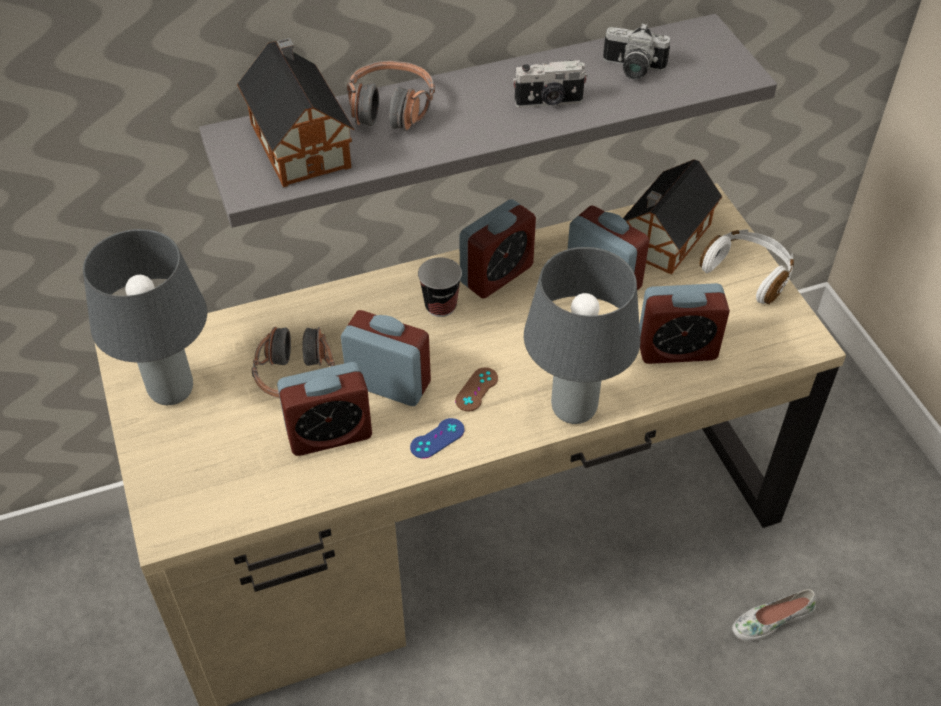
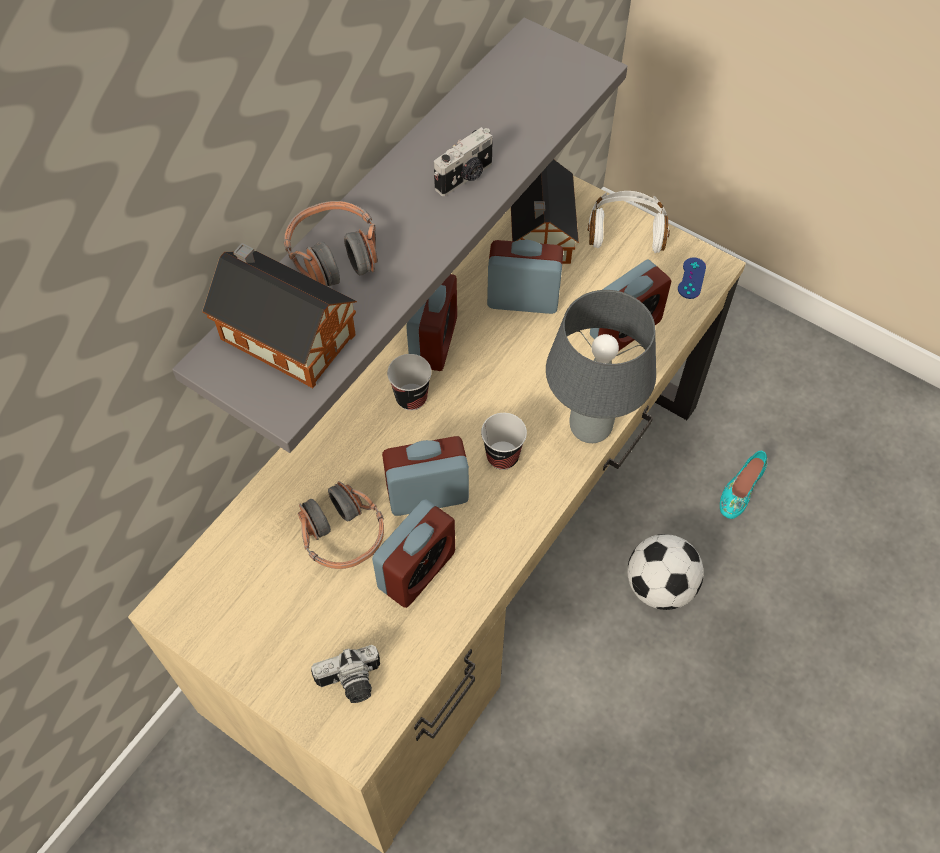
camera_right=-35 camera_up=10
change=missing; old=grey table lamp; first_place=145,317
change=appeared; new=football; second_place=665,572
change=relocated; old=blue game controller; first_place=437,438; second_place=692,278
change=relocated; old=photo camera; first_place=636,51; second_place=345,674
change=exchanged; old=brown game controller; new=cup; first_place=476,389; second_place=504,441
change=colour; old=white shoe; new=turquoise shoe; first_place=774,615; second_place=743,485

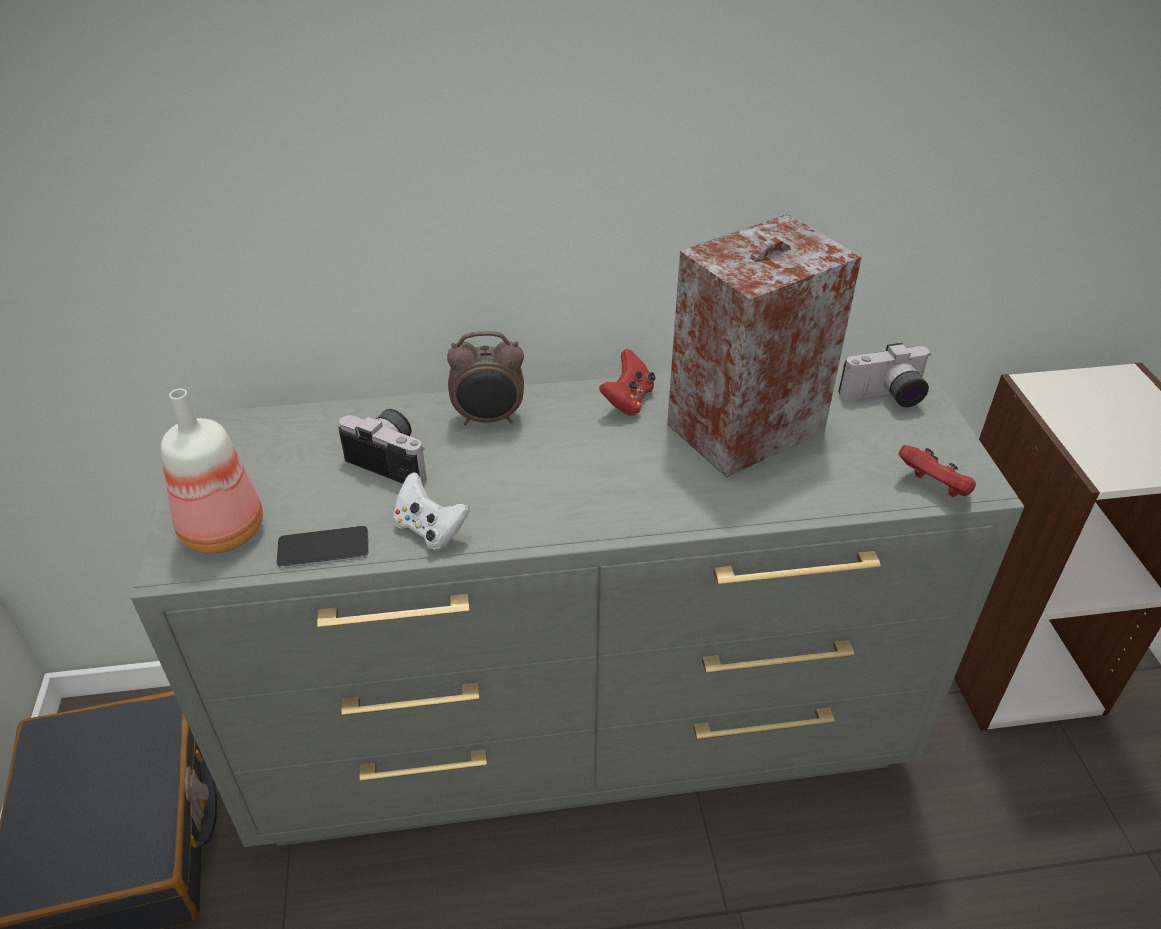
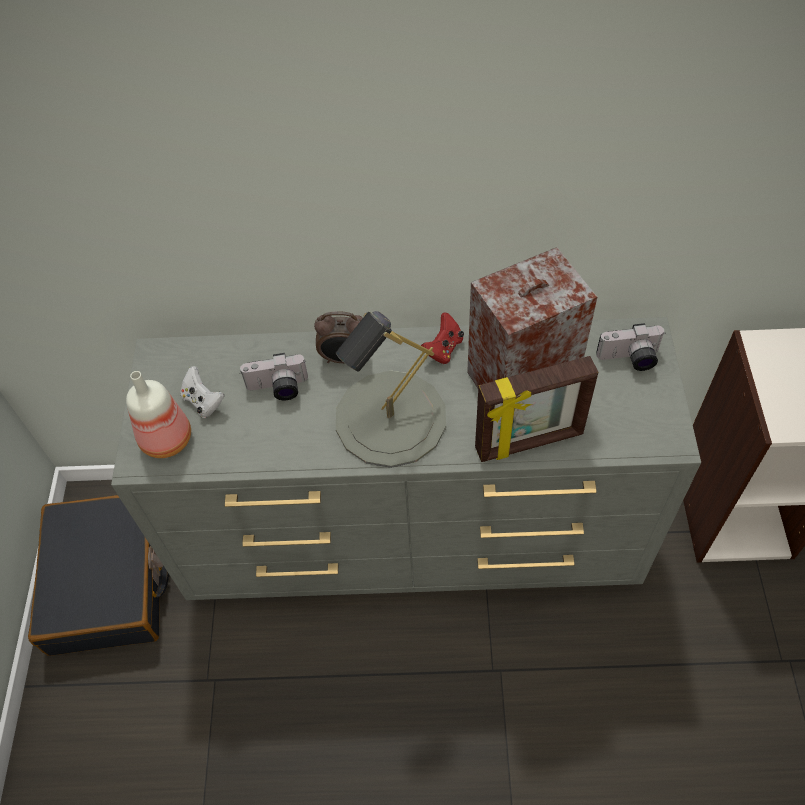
camera_right=10 camera_up=15
change=missing; old=phone; first_place=322,547
change=missing; old=red game controller; first_place=937,471
change=appeared; new=grey table lamp; second_place=391,389
change=appeared; new=picture frame; second_place=536,409
change=relocated; old=white game controller; first_place=431,511; second_place=202,392
change=spun; old=photo camera; first_place=382,446; second_place=274,377; degrees=135

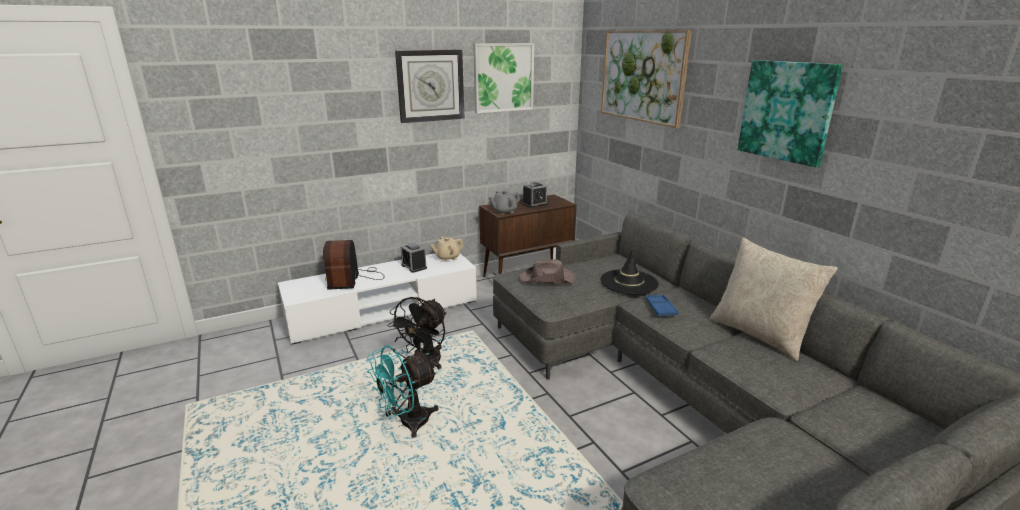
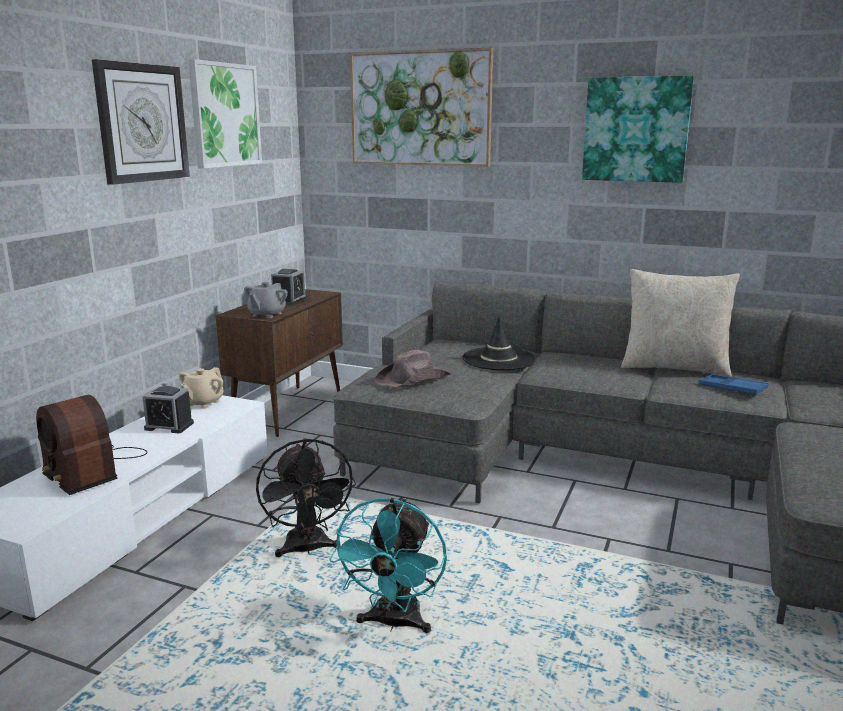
camera_right=-40 camera_up=-5
change=relocated; old=blue tray; first_place=662,305; second_place=733,384

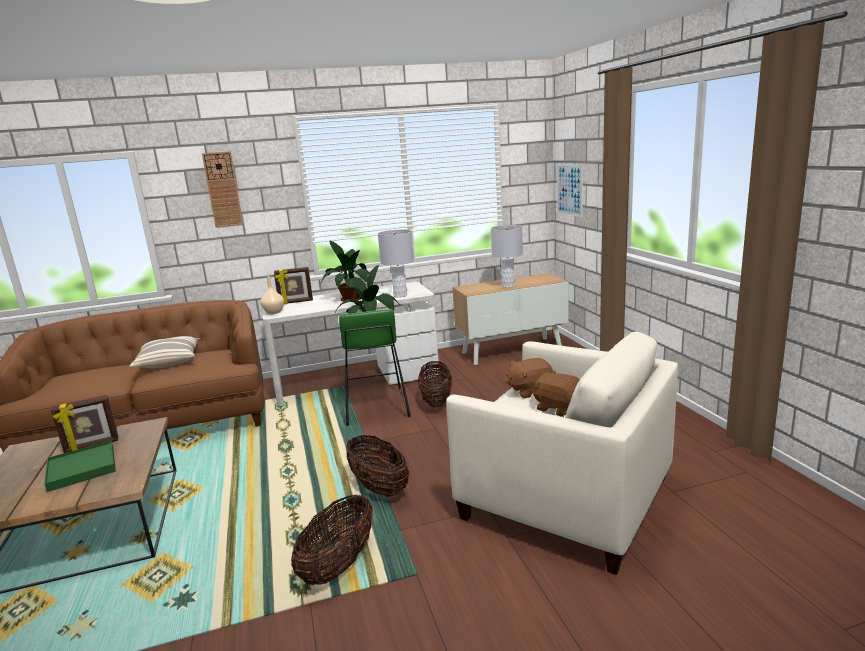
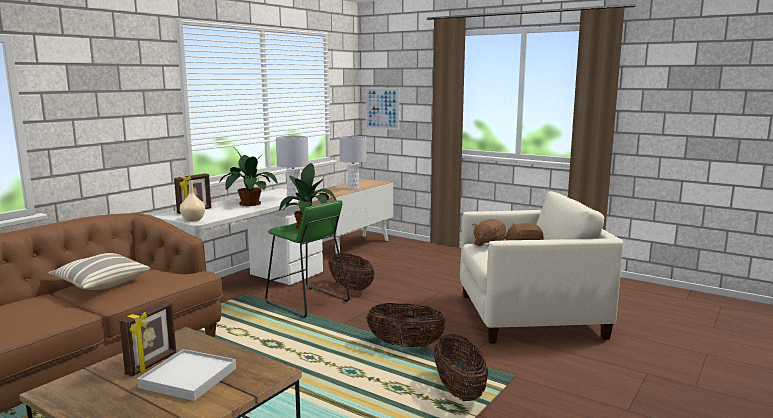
camera_right=-40 camera_up=-5
change=missing; old=wall clock; first_place=222,189
change=colour; old=green tray; new=white tray; first_place=80,466; second_place=186,375

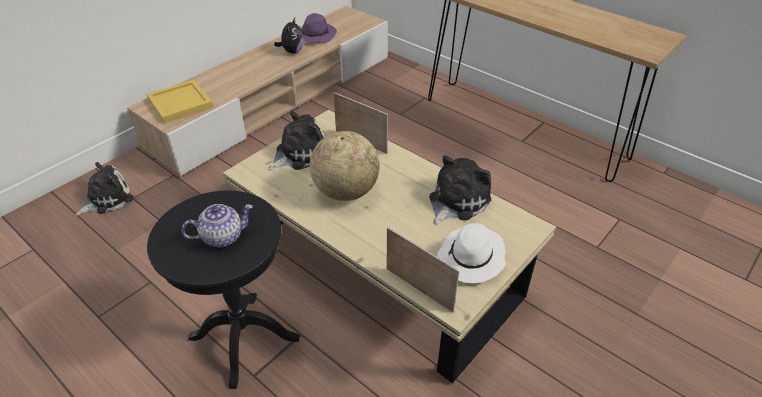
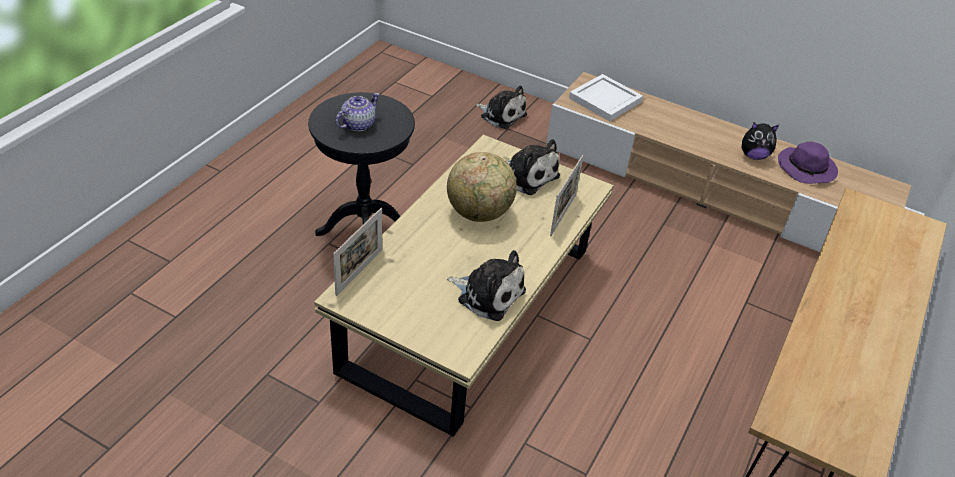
camera_right=75 camera_up=0
change=missing; old=white hat; first_place=471,253
change=colour; old=yellow tray; new=white tray; first_place=179,102; second_place=606,97
change=spun; old=teapot; first_place=217,226; second_place=357,112; degrees=-105

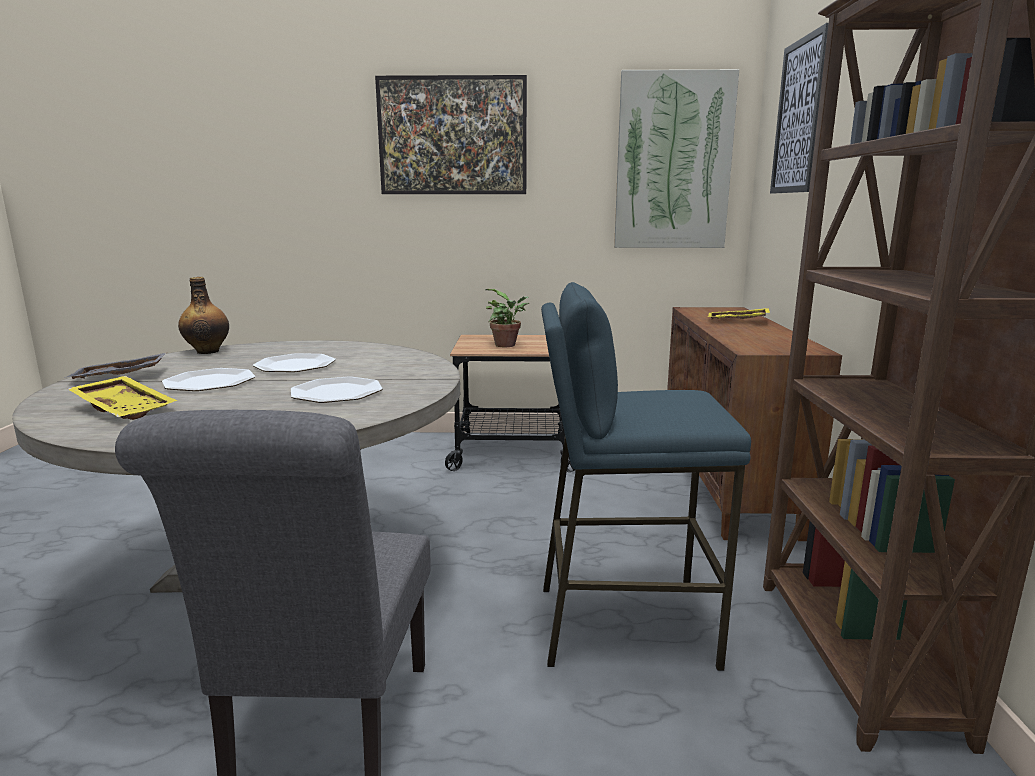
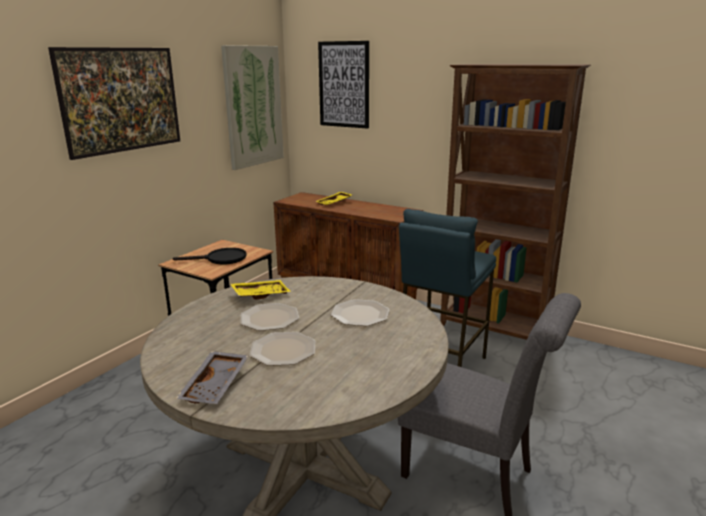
camera_right=-60 camera_up=5
change=missing; old=bottle; first_place=203,315
change=relocated; old=yellow tray; first_place=122,398; second_place=261,289
change=exchanged; old=potted plant; new=black frying pan; first_place=507,318; second_place=210,256

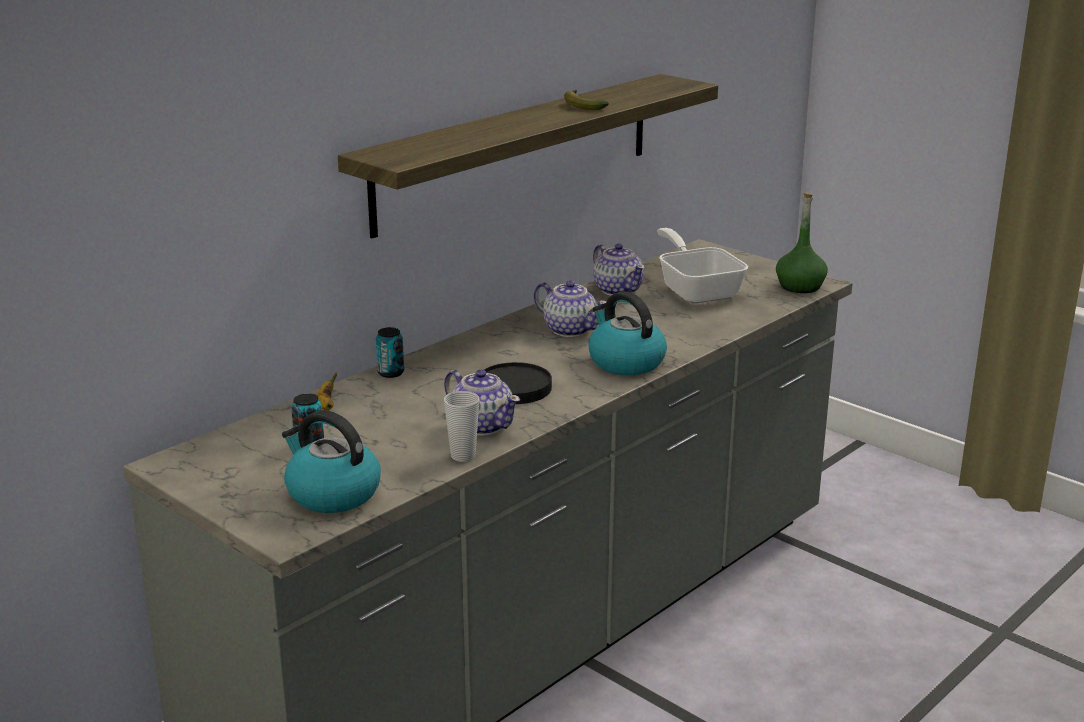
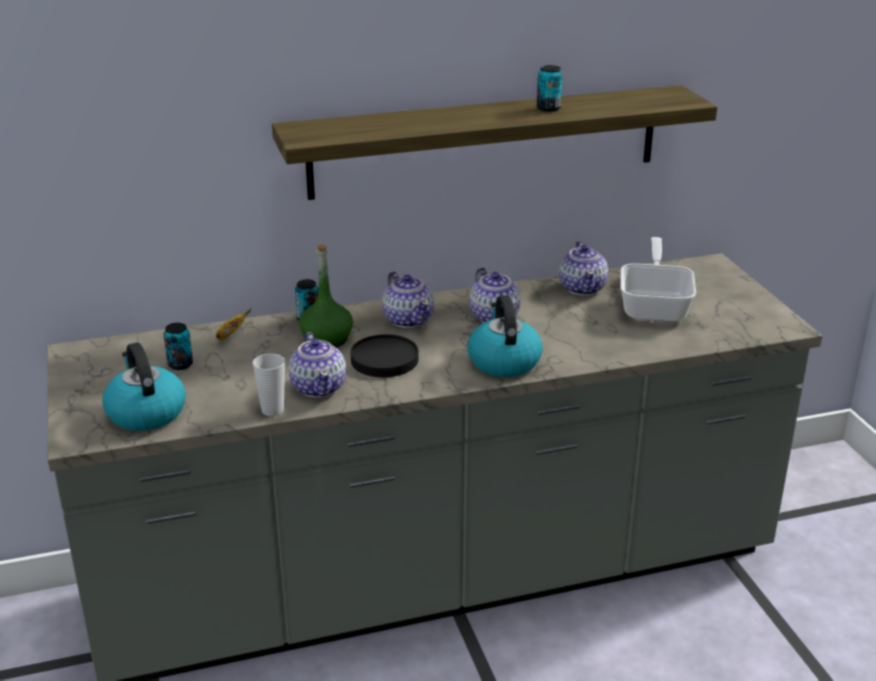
camera_right=30 camera_up=5
change=appeared; new=teapot; second_place=408,300
change=relocated; old=green bottle; first_place=802,242; second_place=326,295
change=exchanged; old=banana; new=can; first_place=586,100; second_place=550,88

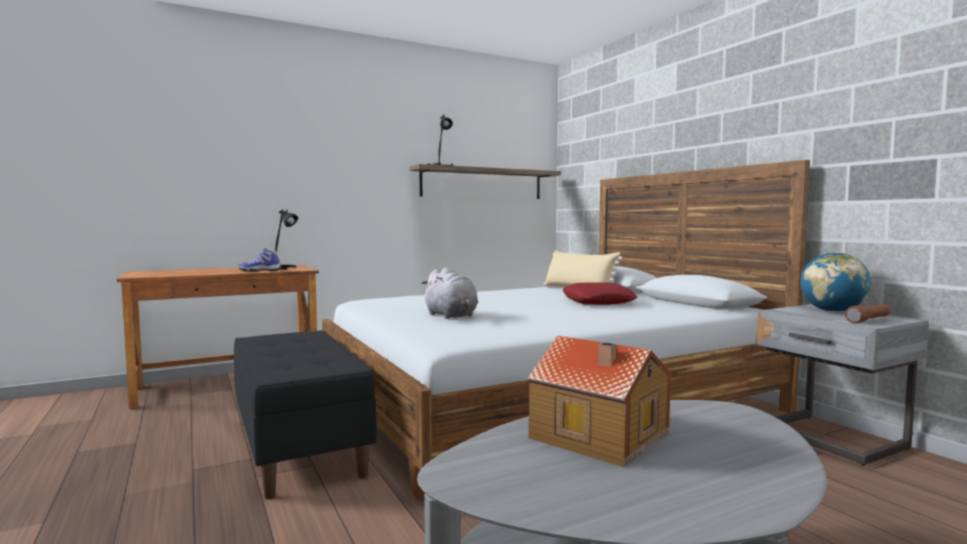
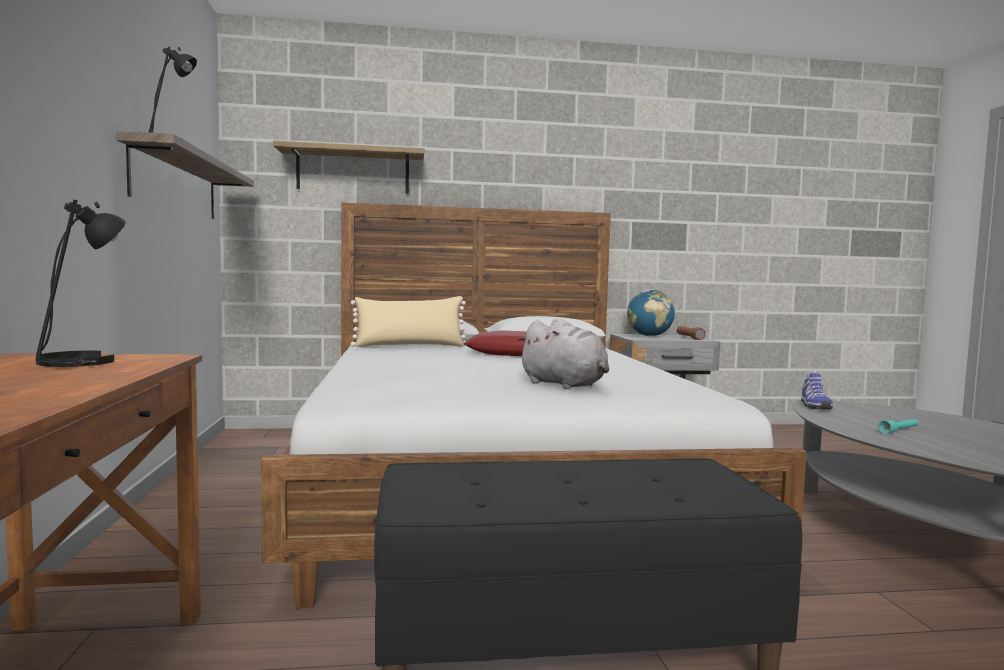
camera_right=-70 camera_up=0
change=appeared; new=shelf; second_place=348,167
change=relocated; old=shoe; first_place=260,260; second_place=817,391
change=exchanged; old=toy house; new=turquoise flashlight; first_place=600,401; second_place=898,426
change=spun; old=grey plush toy; first_place=450,293; second_place=563,353; degrees=60

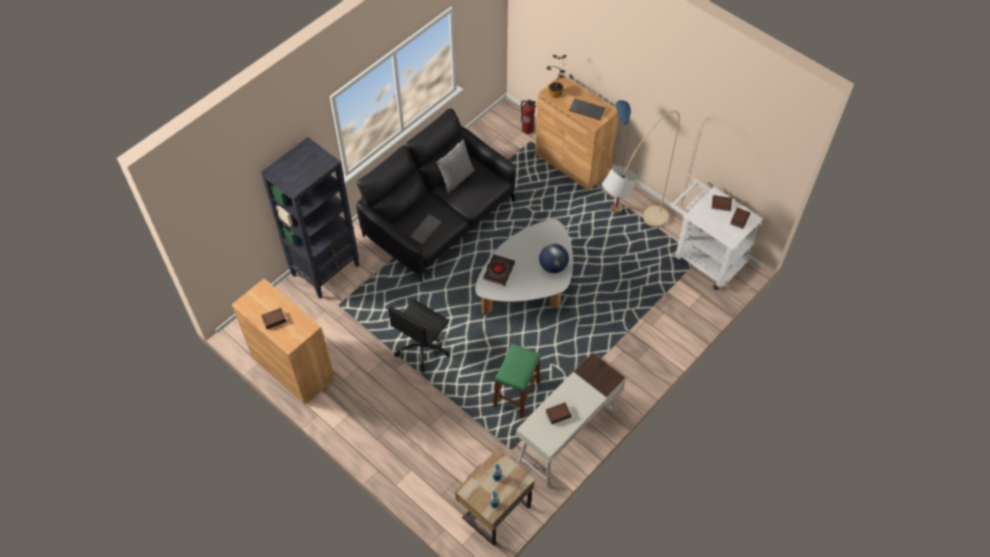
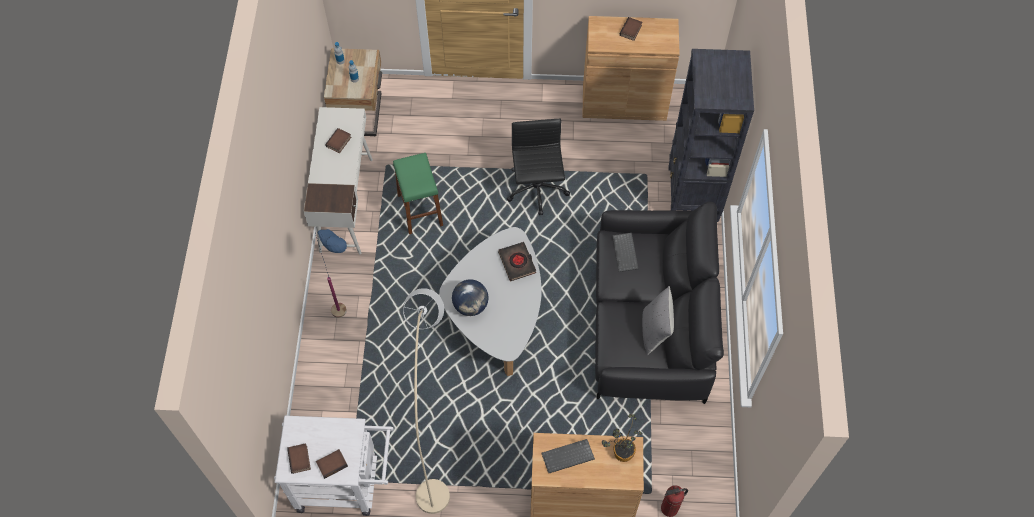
camera_right=140 camera_up=5
change=relocated; old=blue floor lamp; first_place=621,156; second_place=331,273

